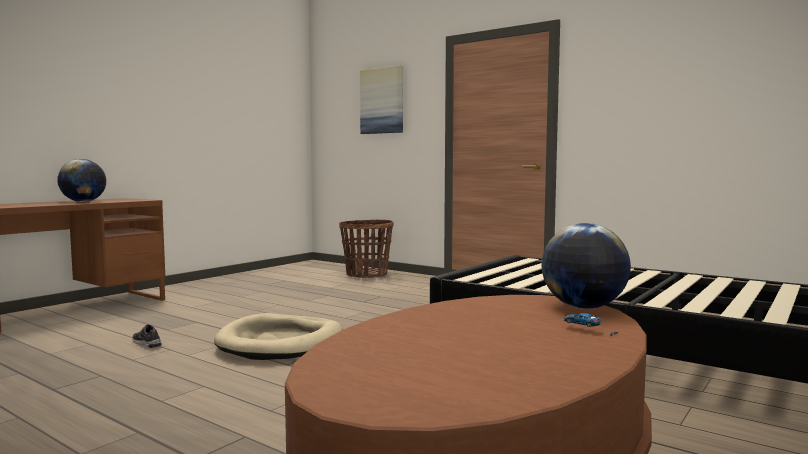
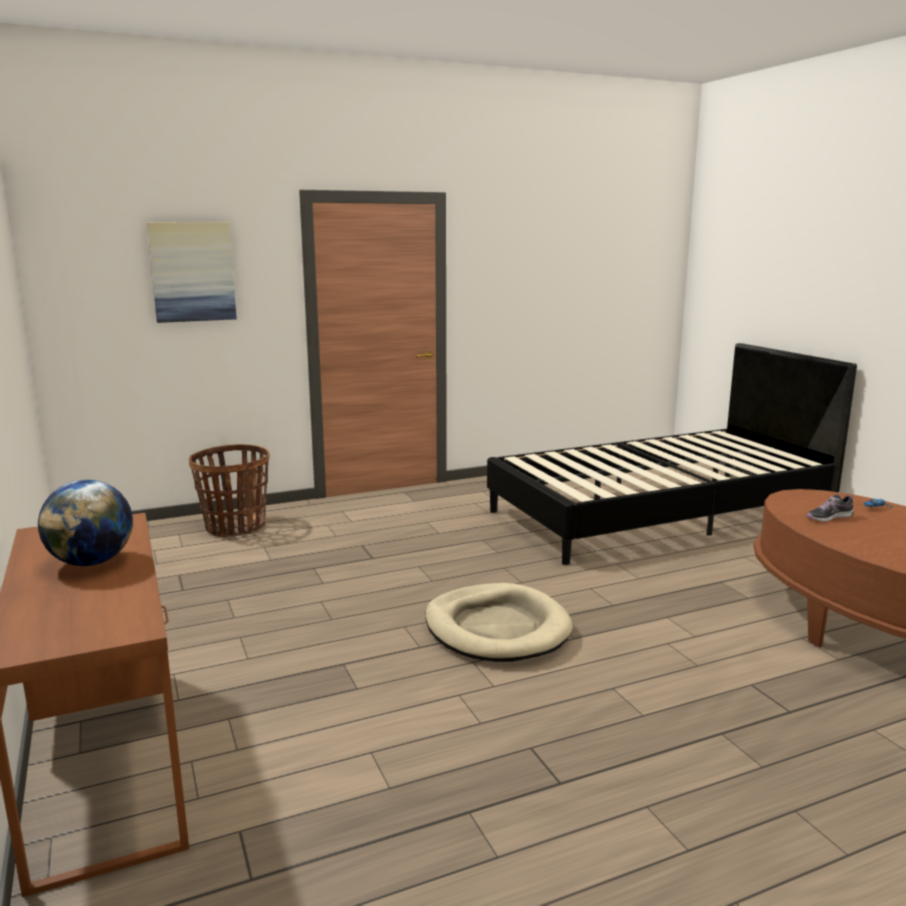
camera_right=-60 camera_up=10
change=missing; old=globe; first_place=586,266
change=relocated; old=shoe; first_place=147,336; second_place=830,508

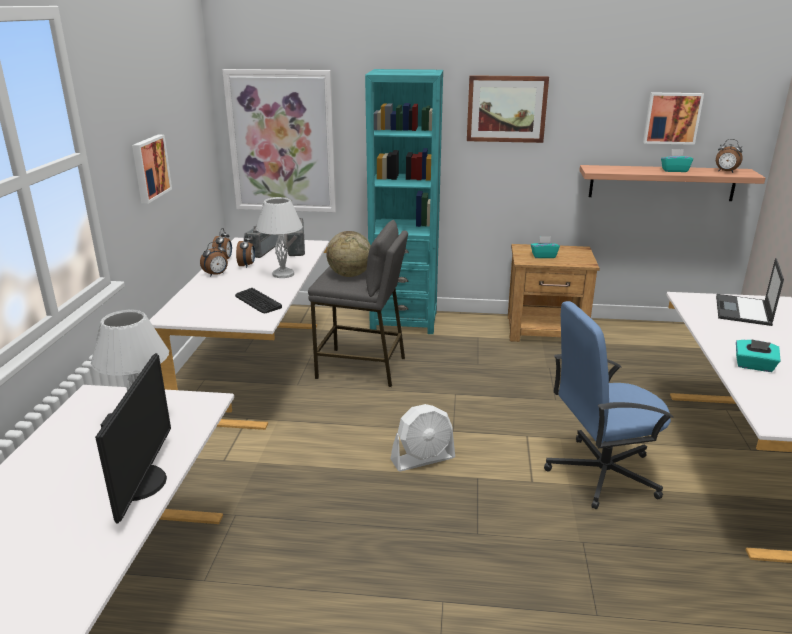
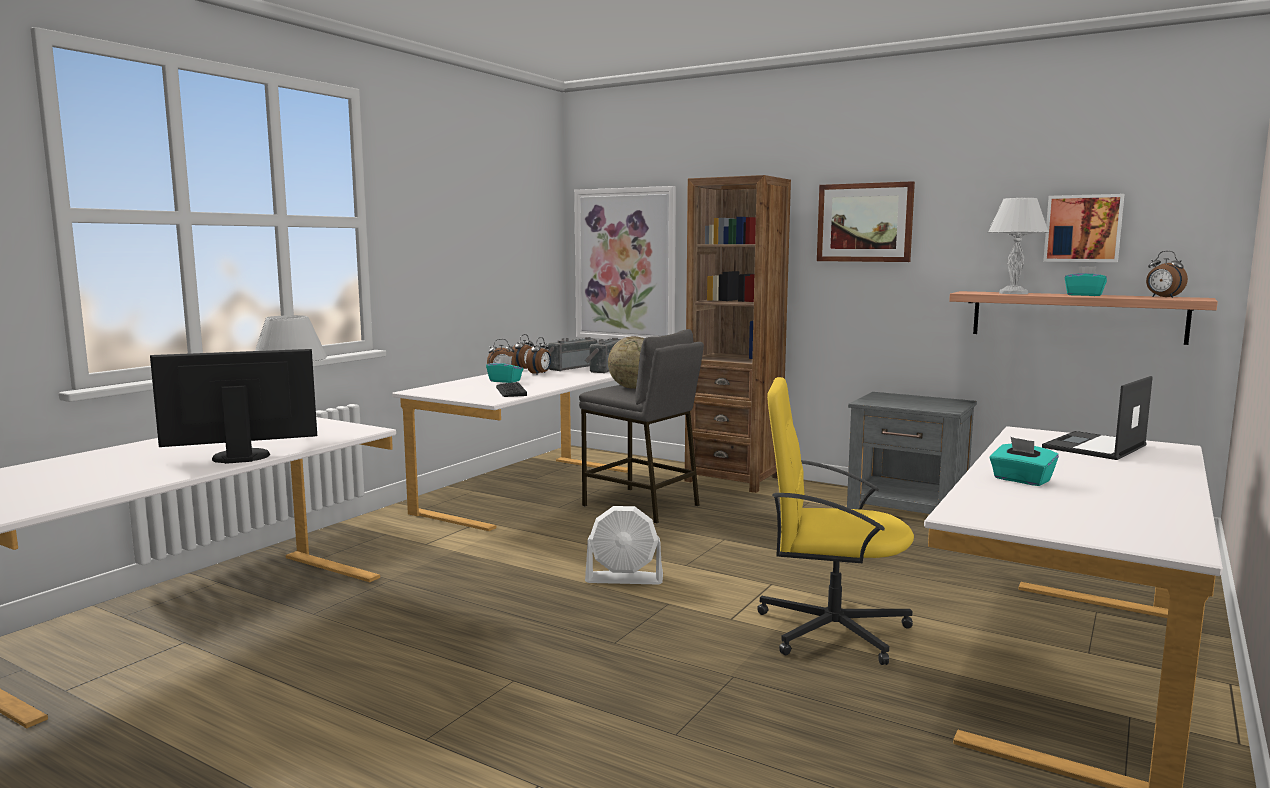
camera_right=25 camera_up=-15
change=missing; old=picture; first_place=152,169
change=relocated; old=white table lamp; first_place=279,237; second_place=1018,246
change=relocated; old=turquoise tissue box; first_place=545,247; second_place=504,369
change=colour; old=turquoise bookcase; new=brown bookcase; first_place=404,201; second_place=738,334
change=colour; old=brown nightstand; new=grey nightstand; first_place=554,293; second_place=912,453
change=colour; old=blue office chair; new=yellow office chair; first_place=609,405; second_place=835,521
change=spun; old=monitor; first_place=133,438; second_place=233,406; degrees=-135

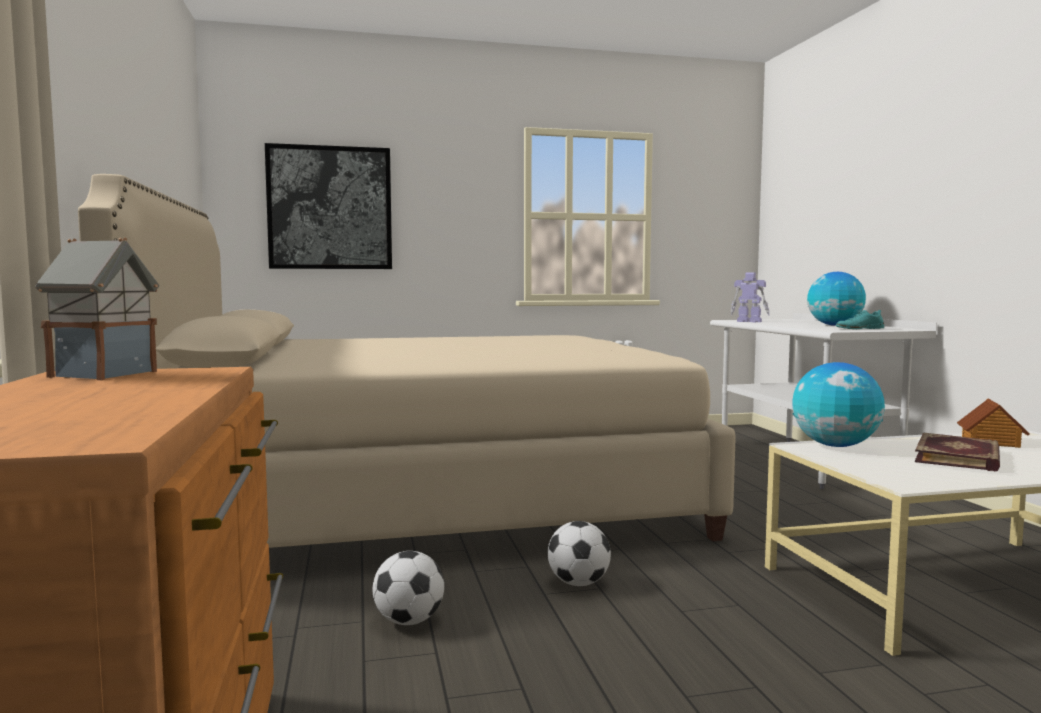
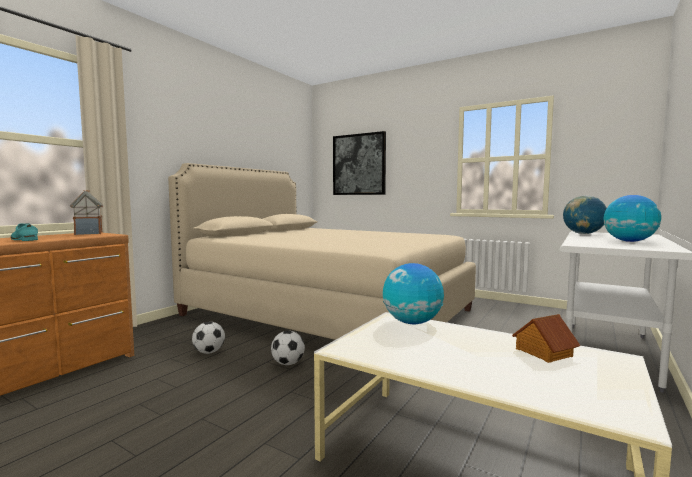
camera_right=45 camera_up=0
change=missing; old=book; first_place=957,451
change=relocated; old=turquoise shoe; first_place=860,319; second_place=24,232
change=exchanged; old=toy robot; new=globe; first_place=750,297; second_place=585,215

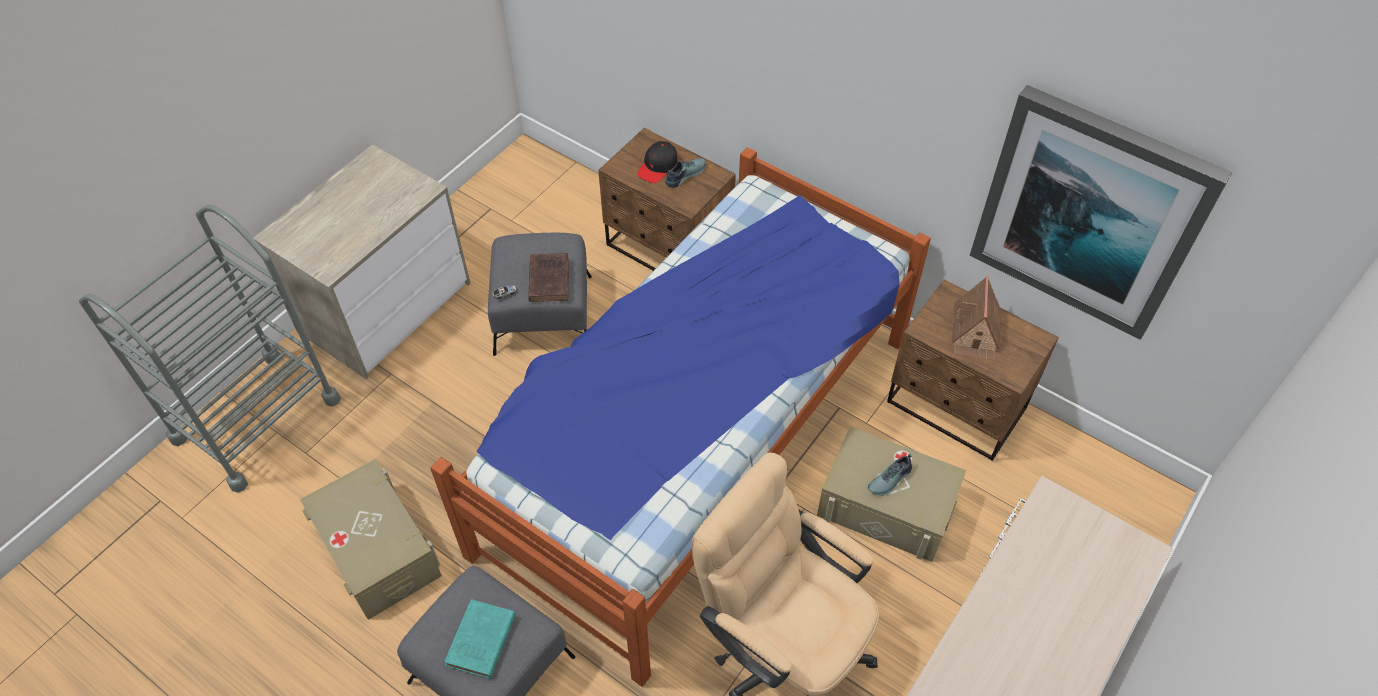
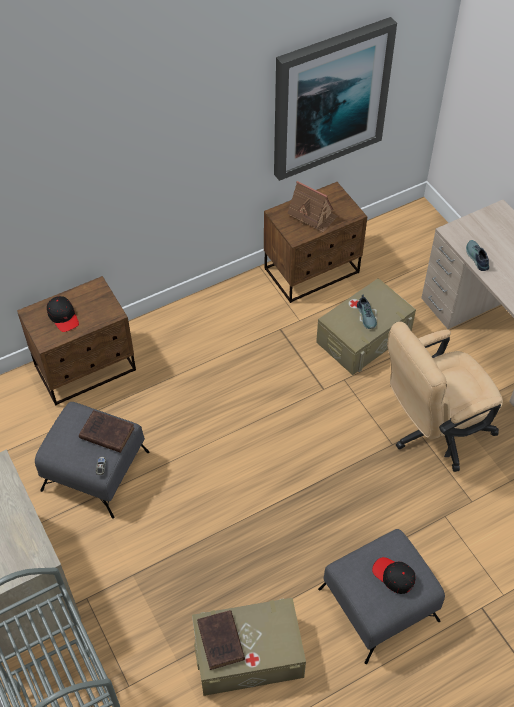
camera_right=-65 camera_up=0
change=missing; old=bed; first_place=680,417
change=appeared; new=brown book; second_place=221,640
change=relocated; old=shoe; first_place=685,173; second_place=477,255
change=exchanged; old=turquoise book; new=black cap; first_place=480,639; second_place=393,575

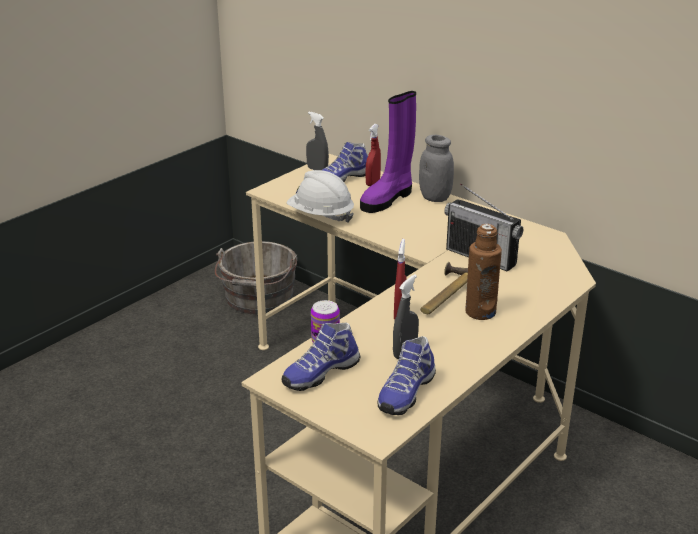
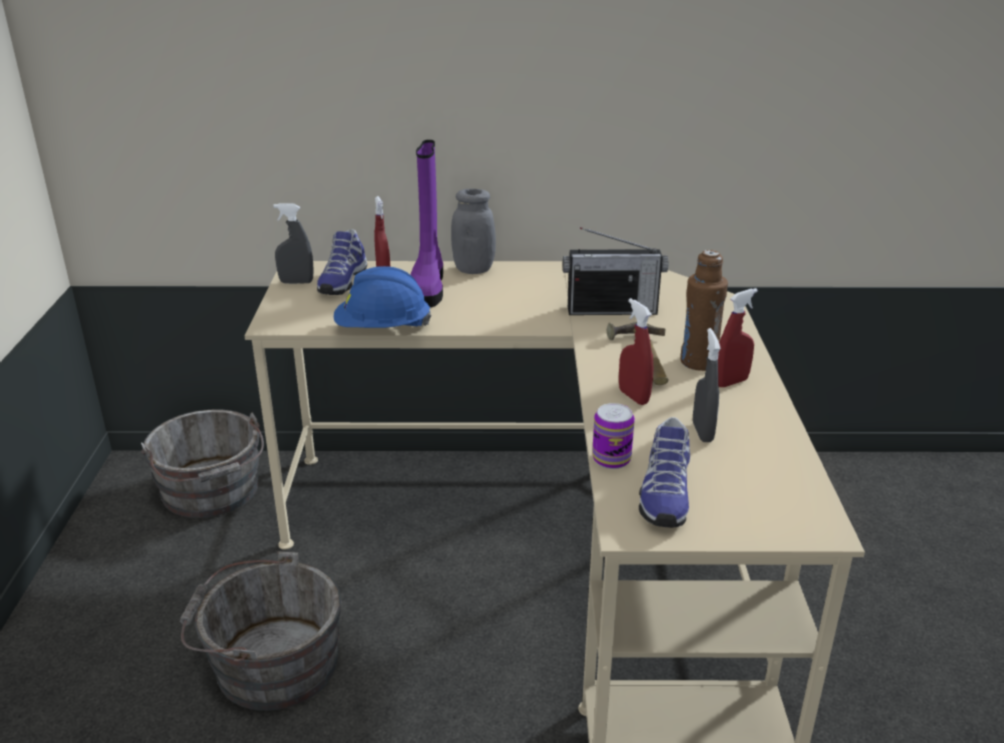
camera_right=-40 camera_up=0
change=missing; old=shoe; first_place=407,375
change=appeared; new=grey bucket; second_place=261,631
change=appeared; new=red spray bottle; second_place=738,337
change=colour; old=white hard hat; new=blue hard hat; first_place=320,196; second_place=383,297

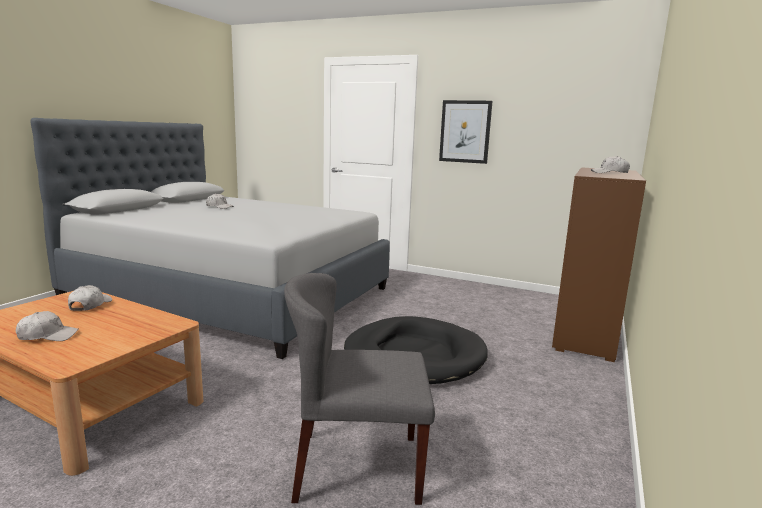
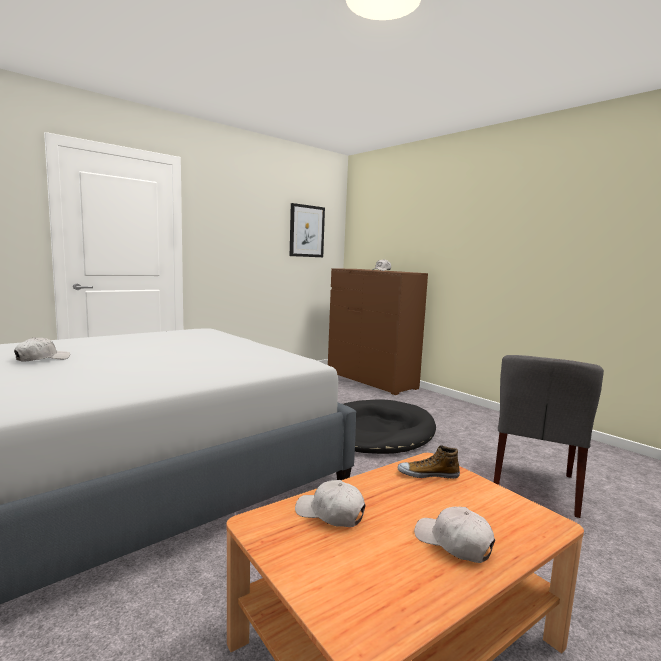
camera_right=-65 camera_up=-5
change=appeared; new=shoe; second_place=429,462
change=relocated; old=picture; first_place=465,132; second_place=307,230
change=spun; old=white cap; first_place=47,326; second_place=454,535; degrees=-60

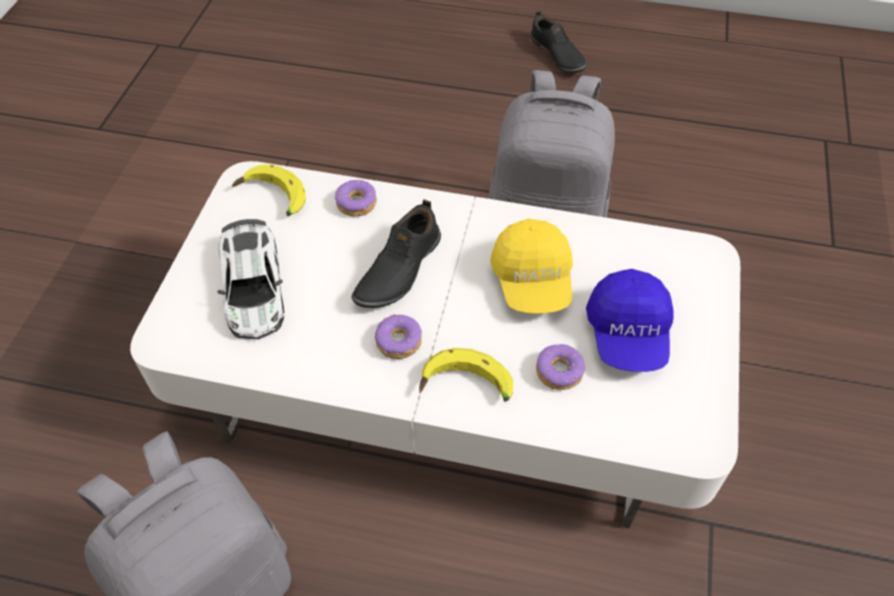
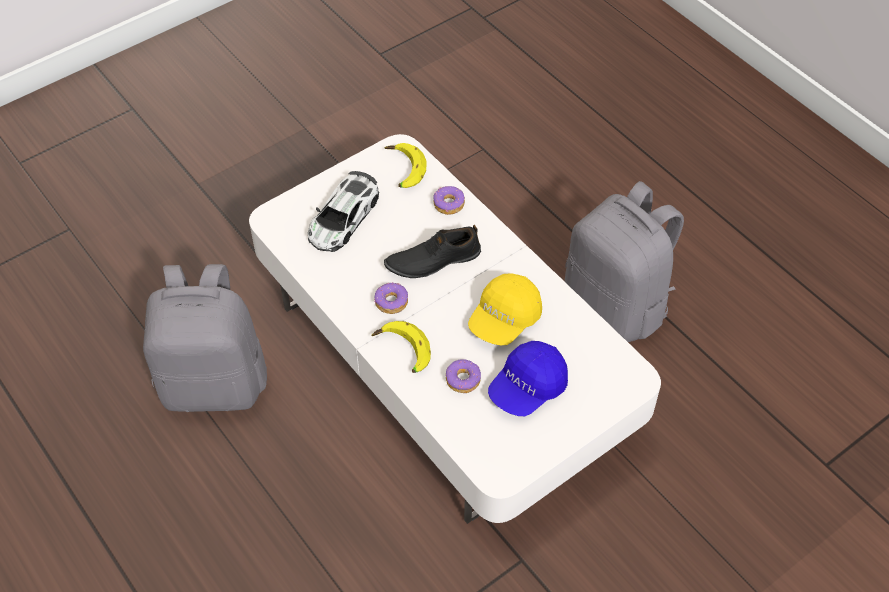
camera_right=40 camera_up=0
change=missing; old=black shoe; first_place=558,41

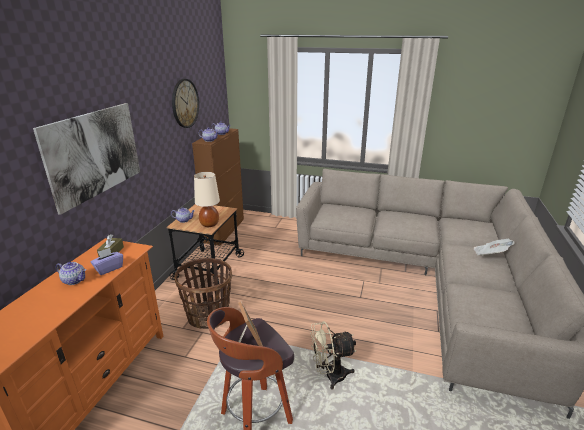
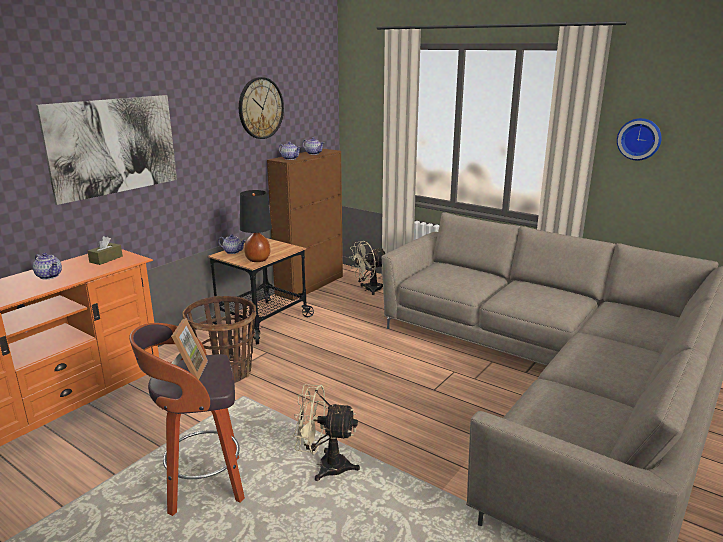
camera_right=20 camera_up=-5
change=missing; old=purple tissue box; first_place=106,261
change=missing; old=newspaper; first_place=494,247
change=appeared; new=beige fan; second_place=367,268
change=appeared; new=wall clock; second_place=639,139
change=colour; old=beige table lamp; new=black table lamp; first_place=207,199; second_place=256,226

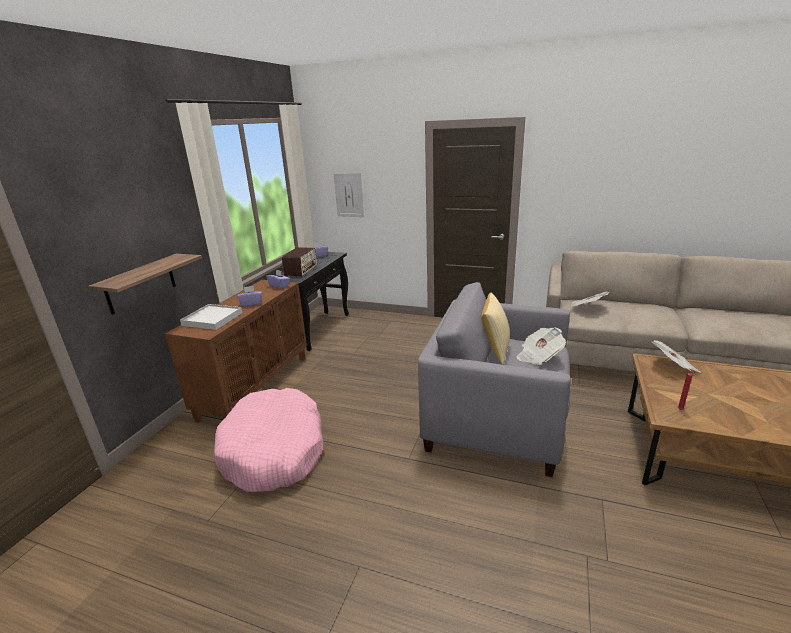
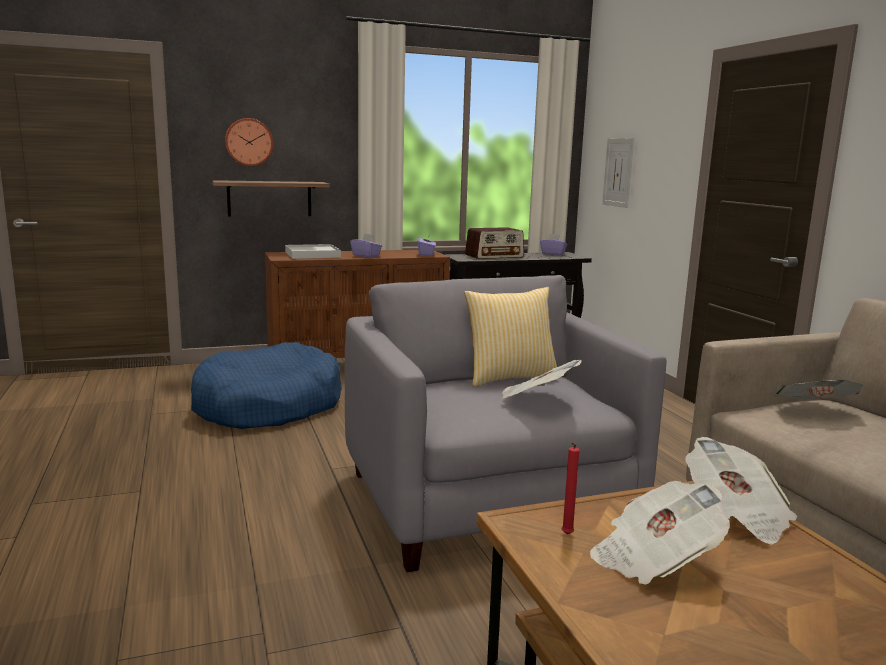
camera_right=50 camera_up=-10
change=appeared; new=wall clock; second_place=249,142
change=appeared; new=newspaper; second_place=660,533
change=colour; old=pink dog bed; new=blue dog bed; first_place=268,440; second_place=266,385

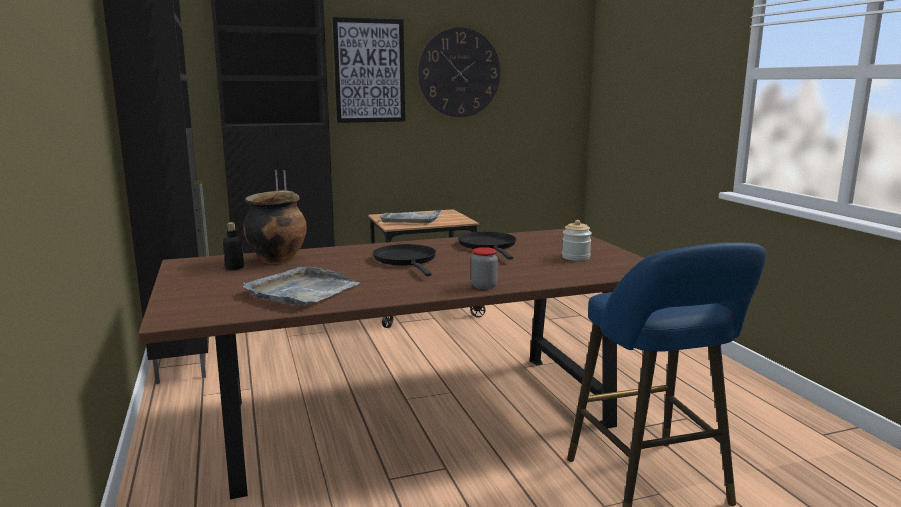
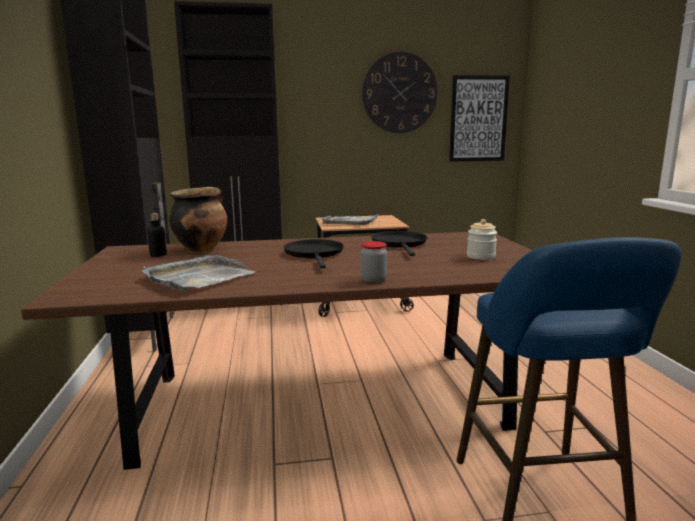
camera_right=10 camera_up=0
change=relocated; old=picture; first_place=368,70; second_place=479,118

